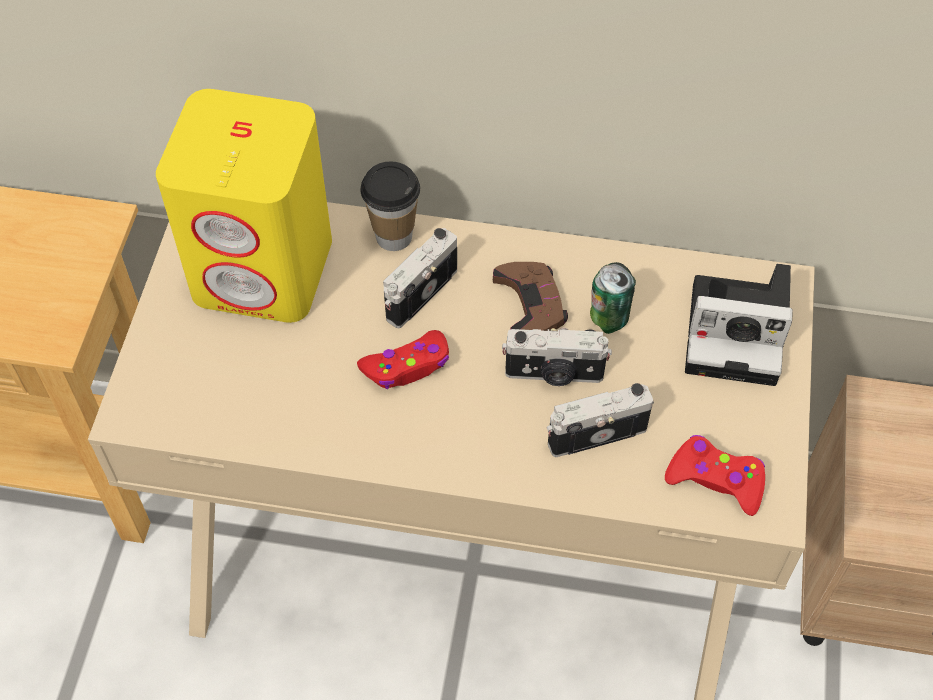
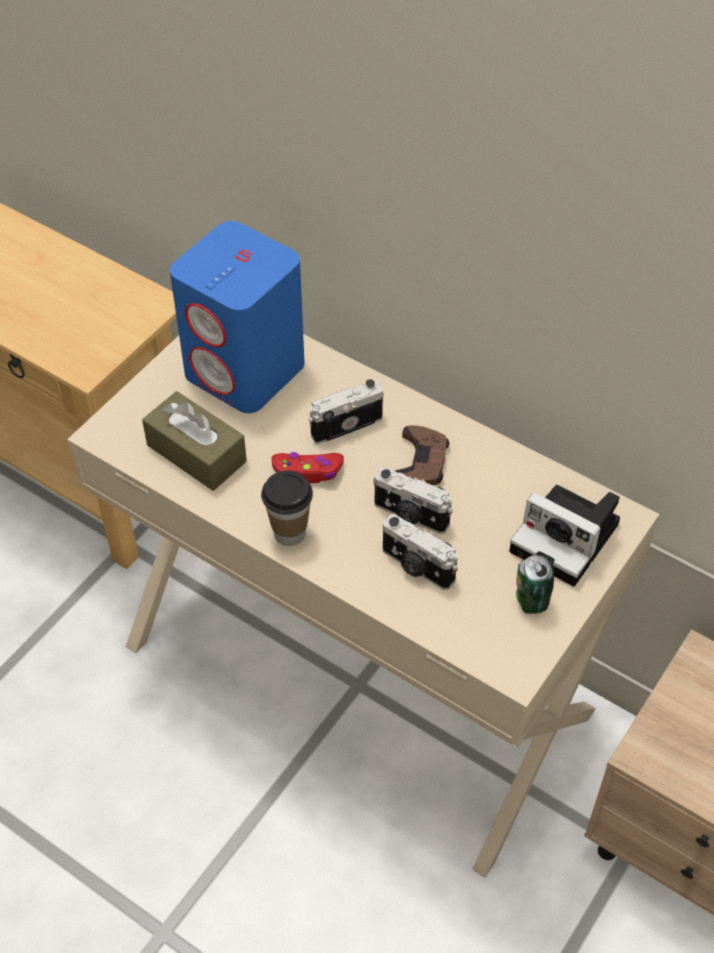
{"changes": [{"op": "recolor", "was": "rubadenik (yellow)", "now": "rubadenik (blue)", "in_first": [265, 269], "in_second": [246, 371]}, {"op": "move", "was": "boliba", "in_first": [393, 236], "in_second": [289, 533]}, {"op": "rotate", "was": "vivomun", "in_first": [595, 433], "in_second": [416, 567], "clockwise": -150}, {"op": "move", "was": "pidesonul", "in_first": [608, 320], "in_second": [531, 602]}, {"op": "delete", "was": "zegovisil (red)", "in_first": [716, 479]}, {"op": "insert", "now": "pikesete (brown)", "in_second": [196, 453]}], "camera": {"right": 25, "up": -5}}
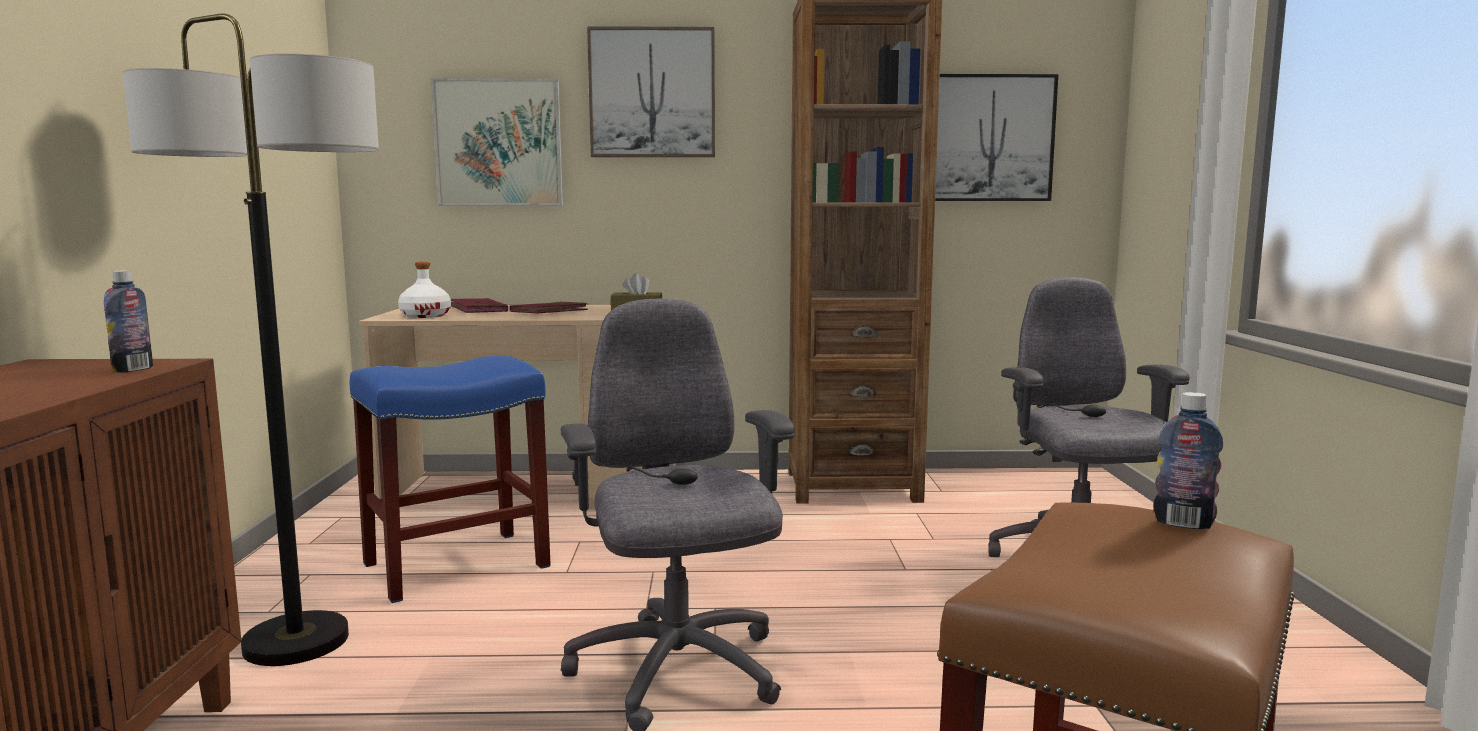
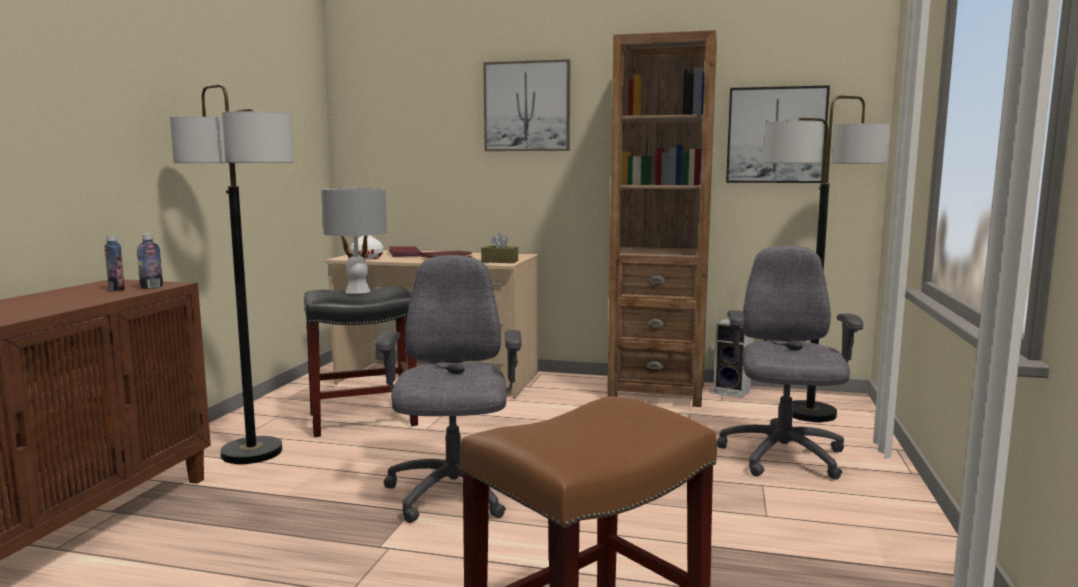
{"changes": [{"op": "recolor", "was": "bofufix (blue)", "now": "bofufix (black)", "in_first": [455, 566], "in_second": [362, 419]}, {"op": "delete", "was": "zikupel", "in_first": [498, 143]}, {"op": "move", "was": "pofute", "in_first": [1183, 523], "in_second": [116, 289]}, {"op": "insert", "now": "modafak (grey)", "in_second": [357, 291]}, {"op": "insert", "now": "rubadenik", "in_second": [733, 392]}, {"op": "insert", "now": "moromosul", "in_second": [809, 413]}], "camera": {"right": 15, "up": 0}}
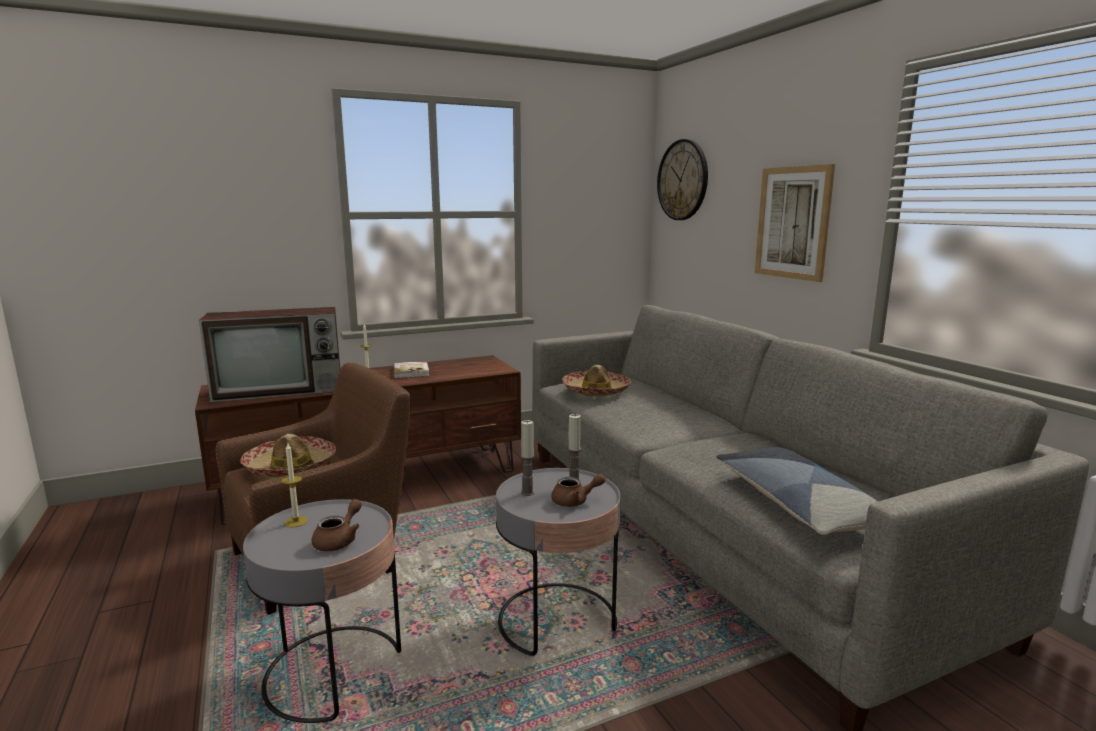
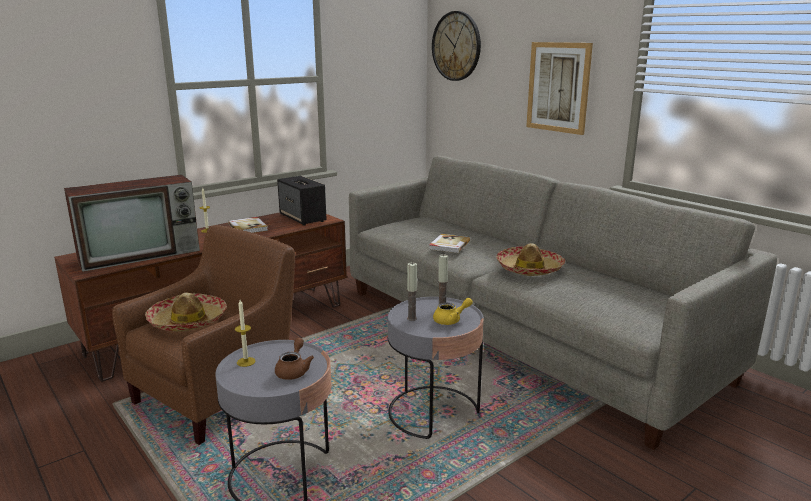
{"changes": [{"op": "recolor", "was": "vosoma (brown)", "now": "vosoma (yellow)", "in_first": [575, 501], "in_second": [451, 320]}, {"op": "move", "was": "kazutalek", "in_first": [596, 391], "in_second": [529, 269]}, {"op": "delete", "was": "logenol", "in_first": [798, 504]}, {"op": "insert", "now": "rubadenik", "in_second": [303, 218]}, {"op": "insert", "now": "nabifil", "in_second": [448, 245]}], "camera": {"right": -15, "up": 5}}
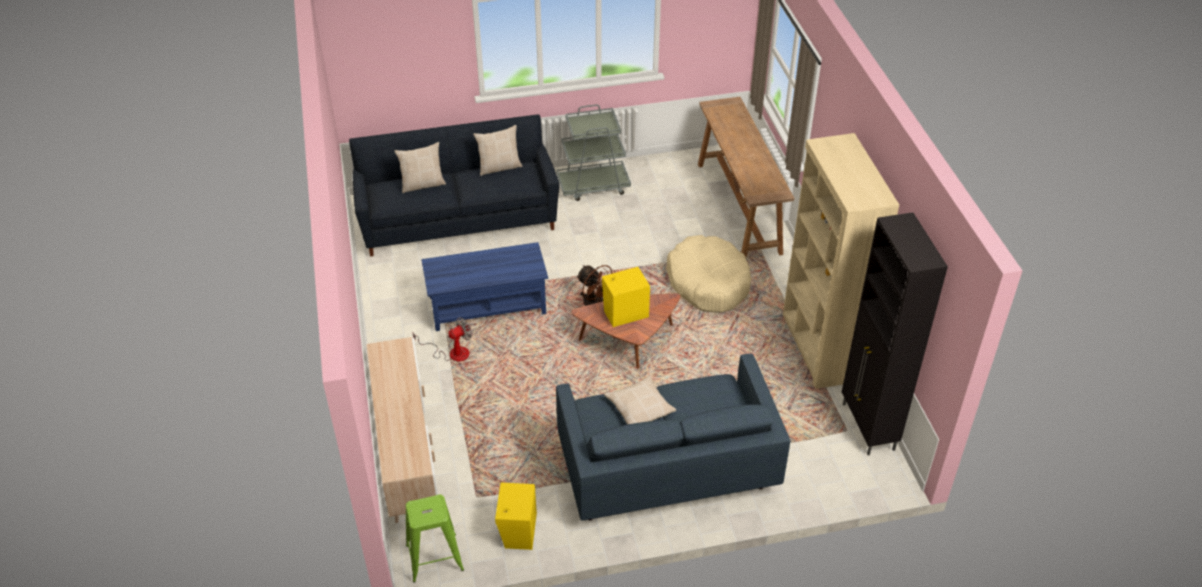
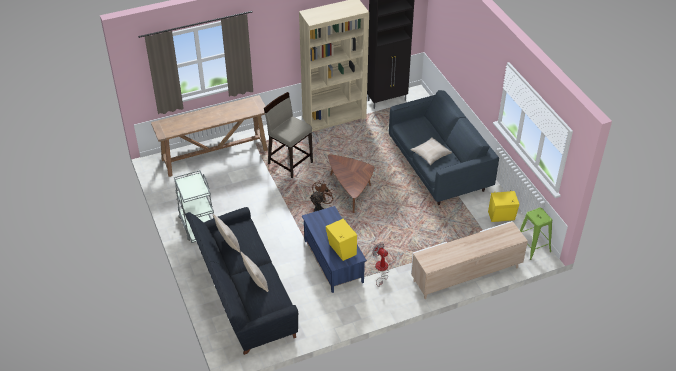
{"changes": [{"op": "move", "was": "rubadenik (yellow)", "in_first": [624, 313], "in_second": [341, 250]}, {"op": "replace", "was": "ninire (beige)", "now": "bofufix (beige)", "in_first": [708, 283], "in_second": [290, 162]}], "camera": {"right": -100, "up": 0}}
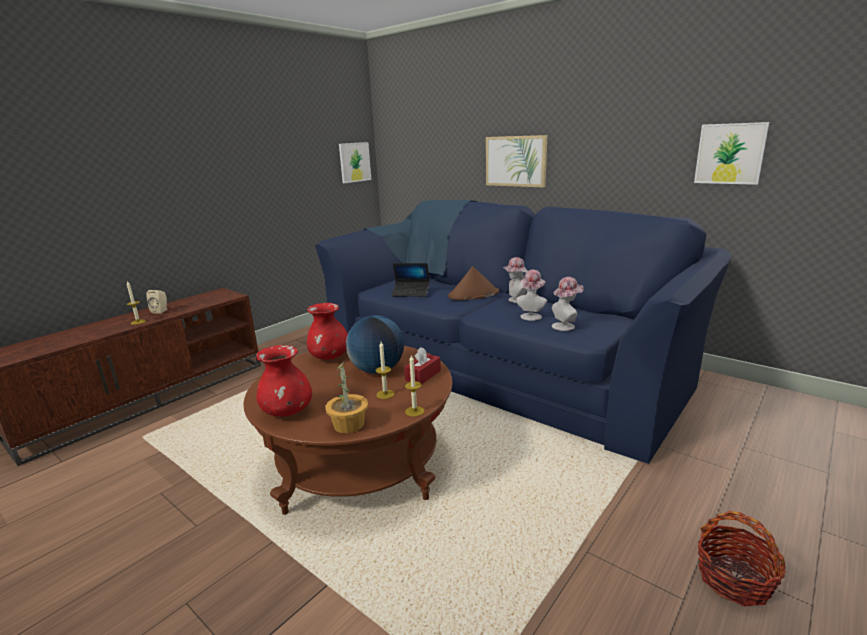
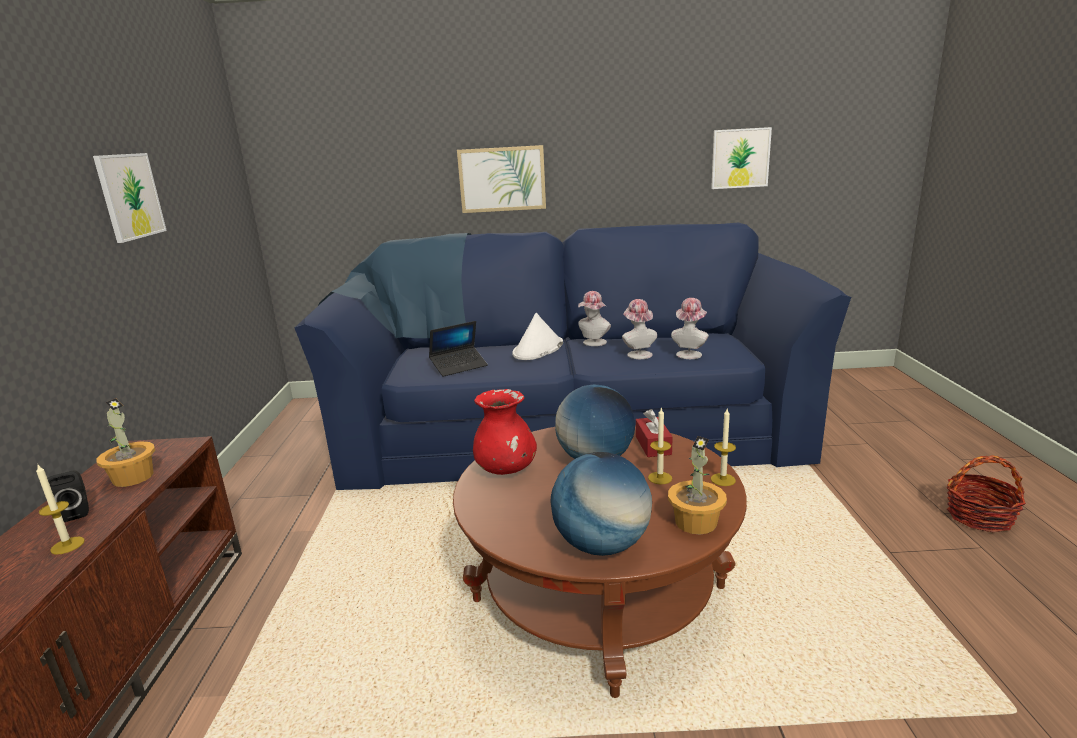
{"changes": [{"op": "recolor", "was": "rubadenik (beige)", "now": "rubadenik (black)", "in_first": [161, 311], "in_second": [76, 512]}, {"op": "replace", "was": "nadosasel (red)", "now": "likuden", "in_first": [287, 412], "in_second": [601, 545]}, {"op": "move", "was": "zikupel", "in_first": [354, 162], "in_second": [130, 196]}, {"op": "recolor", "was": "kazutalek (brown)", "now": "kazutalek (white)", "in_first": [473, 294], "in_second": [538, 349]}, {"op": "insert", "now": "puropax", "in_second": [133, 477]}], "camera": {"right": -40, "up": 0}}
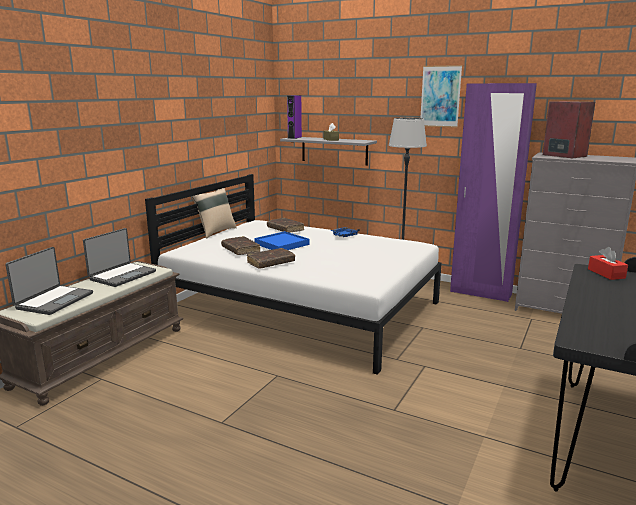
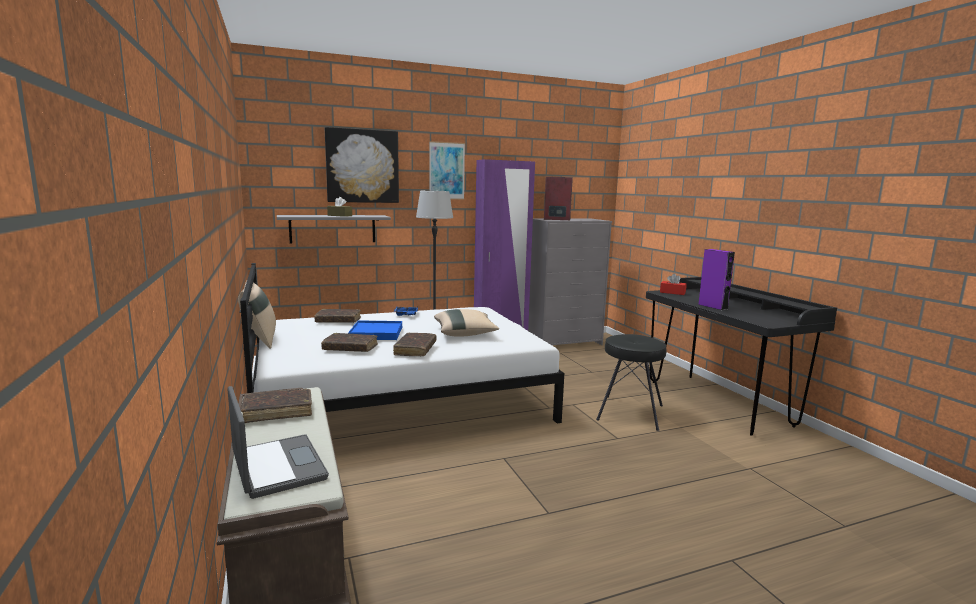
{"changes": [{"op": "replace", "was": "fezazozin", "now": "nabifil (brown)", "in_first": [122, 275], "in_second": [278, 412]}, {"op": "move", "was": "rubadenik (purple)", "in_first": [294, 137], "in_second": [712, 307]}, {"op": "insert", "now": "zikupel", "in_second": [362, 166]}, {"op": "insert", "now": "logenol (beige)", "in_second": [465, 334]}, {"op": "insert", "now": "bofufix (black)", "in_second": [629, 412]}], "camera": {"right": -50, "up": -5}}
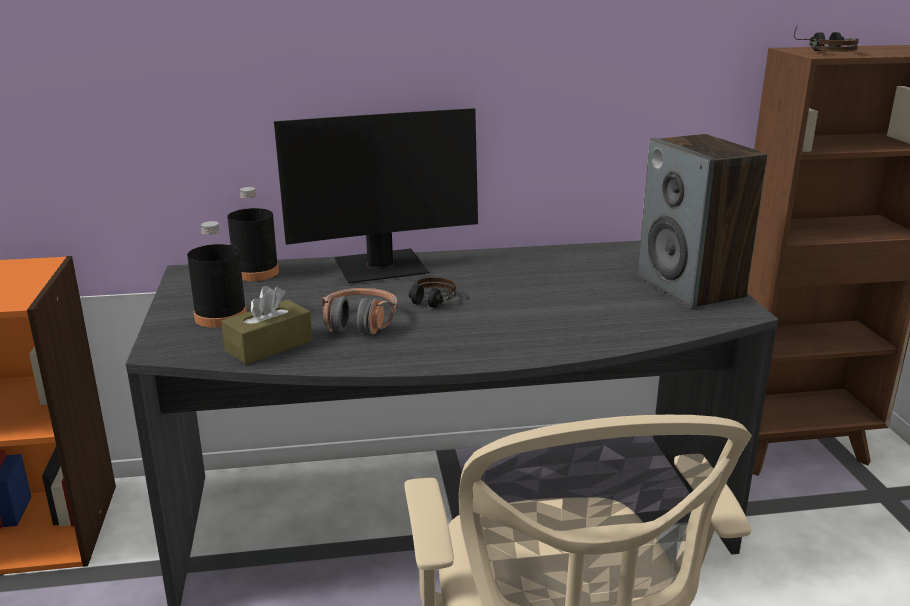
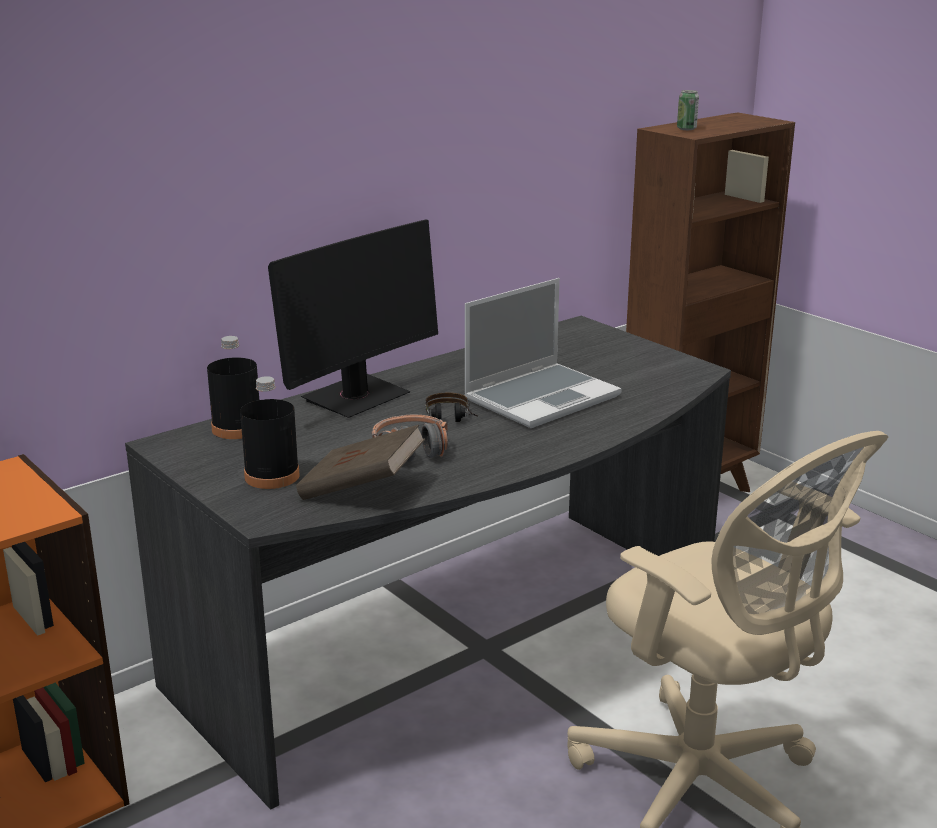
{"changes": [{"op": "replace", "was": "pikesete (brown)", "now": "nabifil (brown)", "in_first": [269, 346], "in_second": [362, 489]}, {"op": "delete", "was": "rubadenik", "in_first": [691, 287]}, {"op": "replace", "was": "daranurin", "now": "pidesonul", "in_first": [822, 51], "in_second": [686, 129]}, {"op": "insert", "now": "fezazozin", "in_second": [542, 397]}], "camera": {"right": -30, "up": 0}}
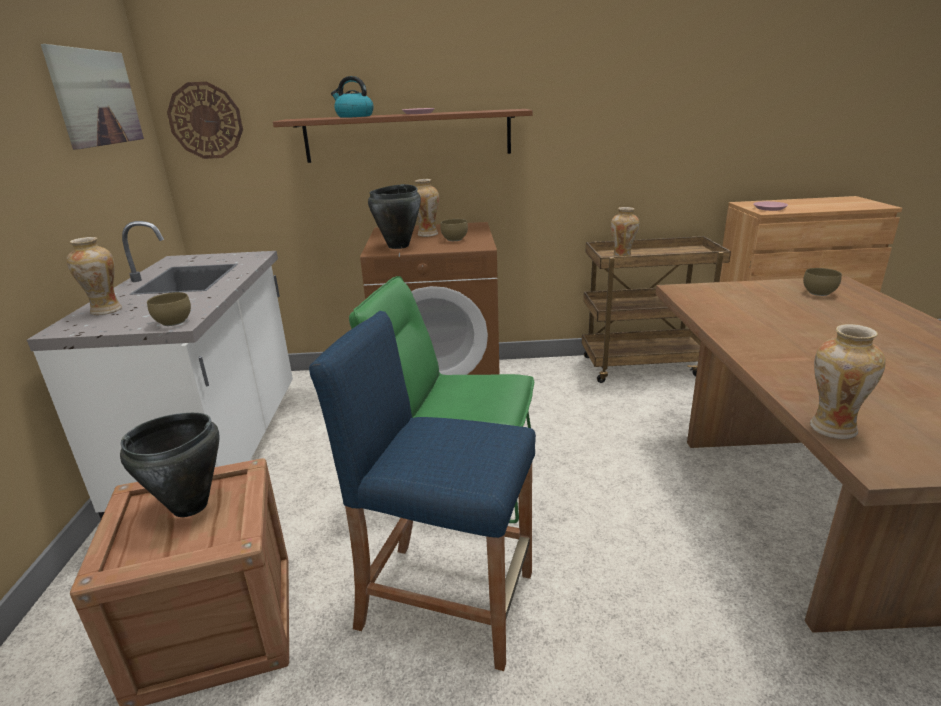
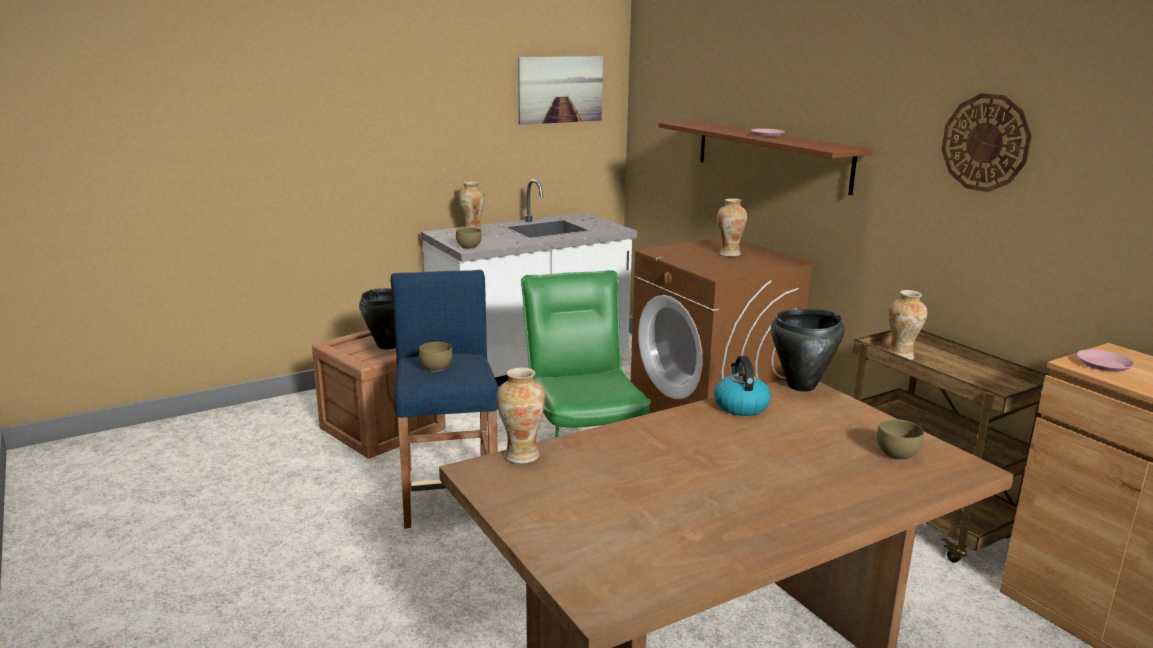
{"changes": [{"op": "move", "was": "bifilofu", "in_first": [206, 121], "in_second": [985, 142]}, {"op": "move", "was": "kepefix", "in_first": [354, 116], "in_second": [740, 406]}, {"op": "move", "was": "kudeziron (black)", "in_first": [399, 246], "in_second": [802, 386]}, {"op": "move", "was": "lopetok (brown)", "in_first": [454, 240], "in_second": [435, 368]}], "camera": {"right": 60, "up": -5}}
